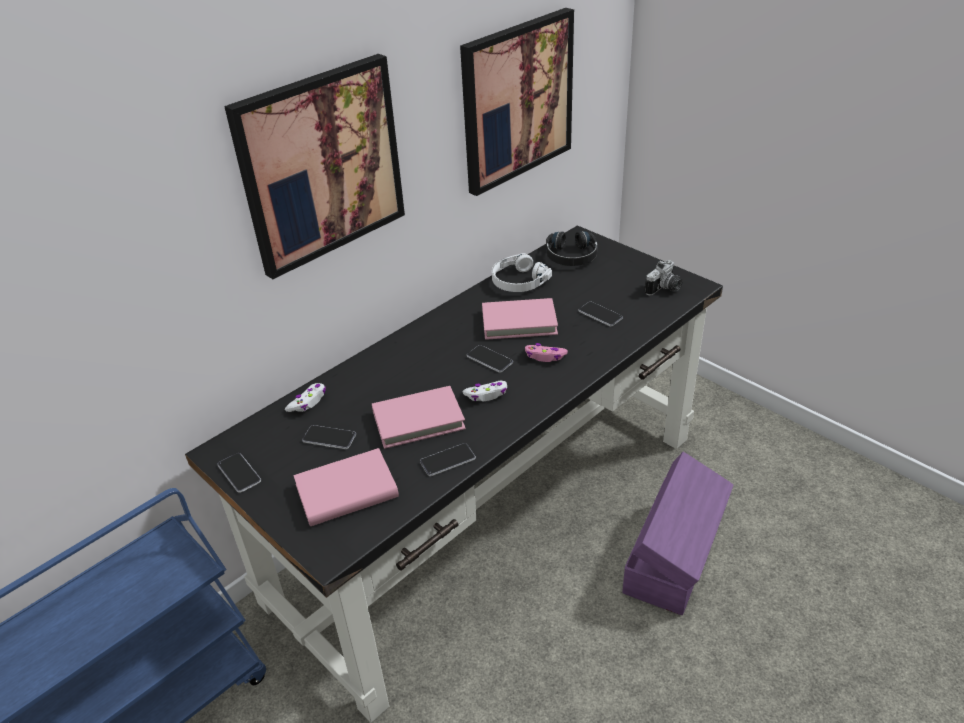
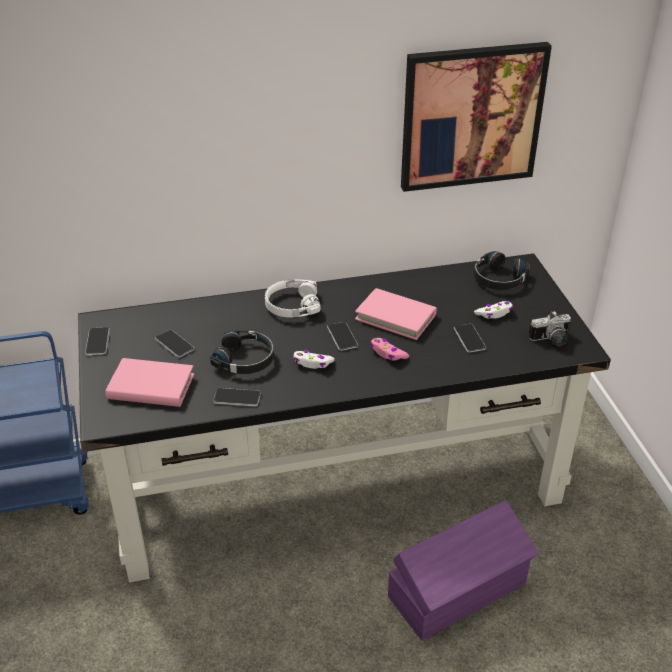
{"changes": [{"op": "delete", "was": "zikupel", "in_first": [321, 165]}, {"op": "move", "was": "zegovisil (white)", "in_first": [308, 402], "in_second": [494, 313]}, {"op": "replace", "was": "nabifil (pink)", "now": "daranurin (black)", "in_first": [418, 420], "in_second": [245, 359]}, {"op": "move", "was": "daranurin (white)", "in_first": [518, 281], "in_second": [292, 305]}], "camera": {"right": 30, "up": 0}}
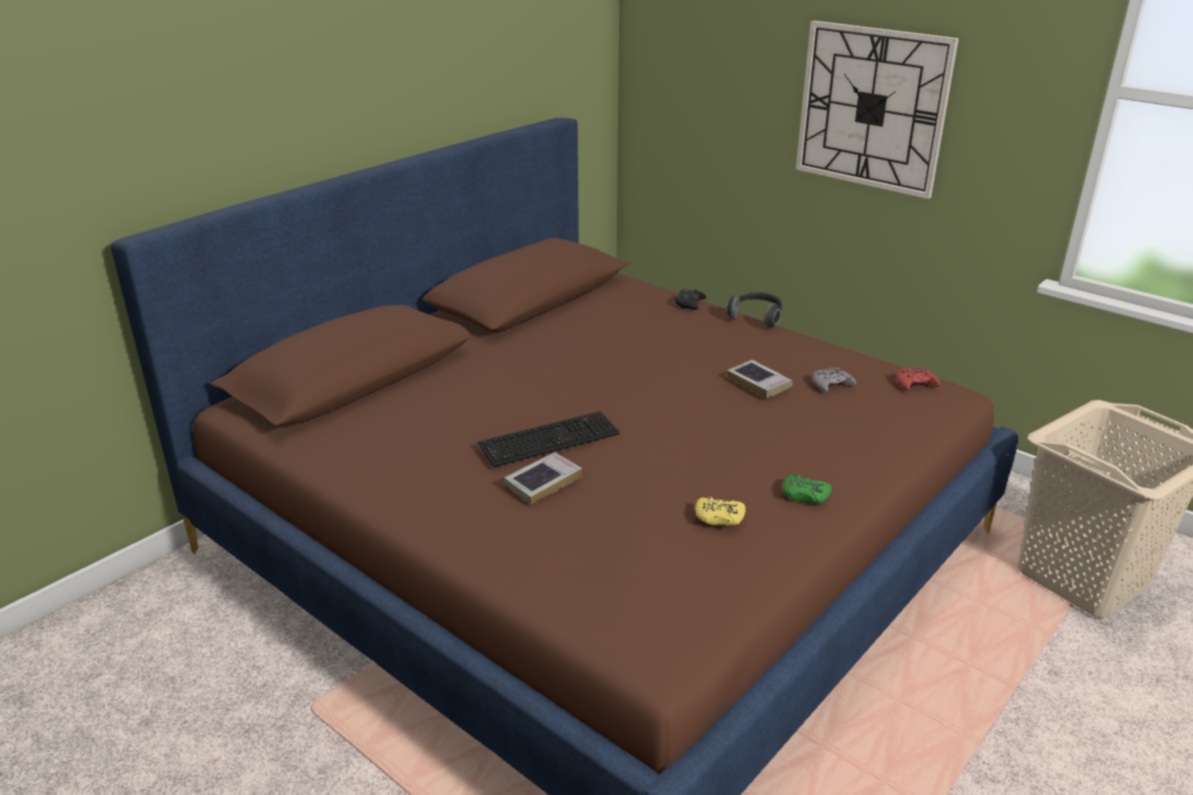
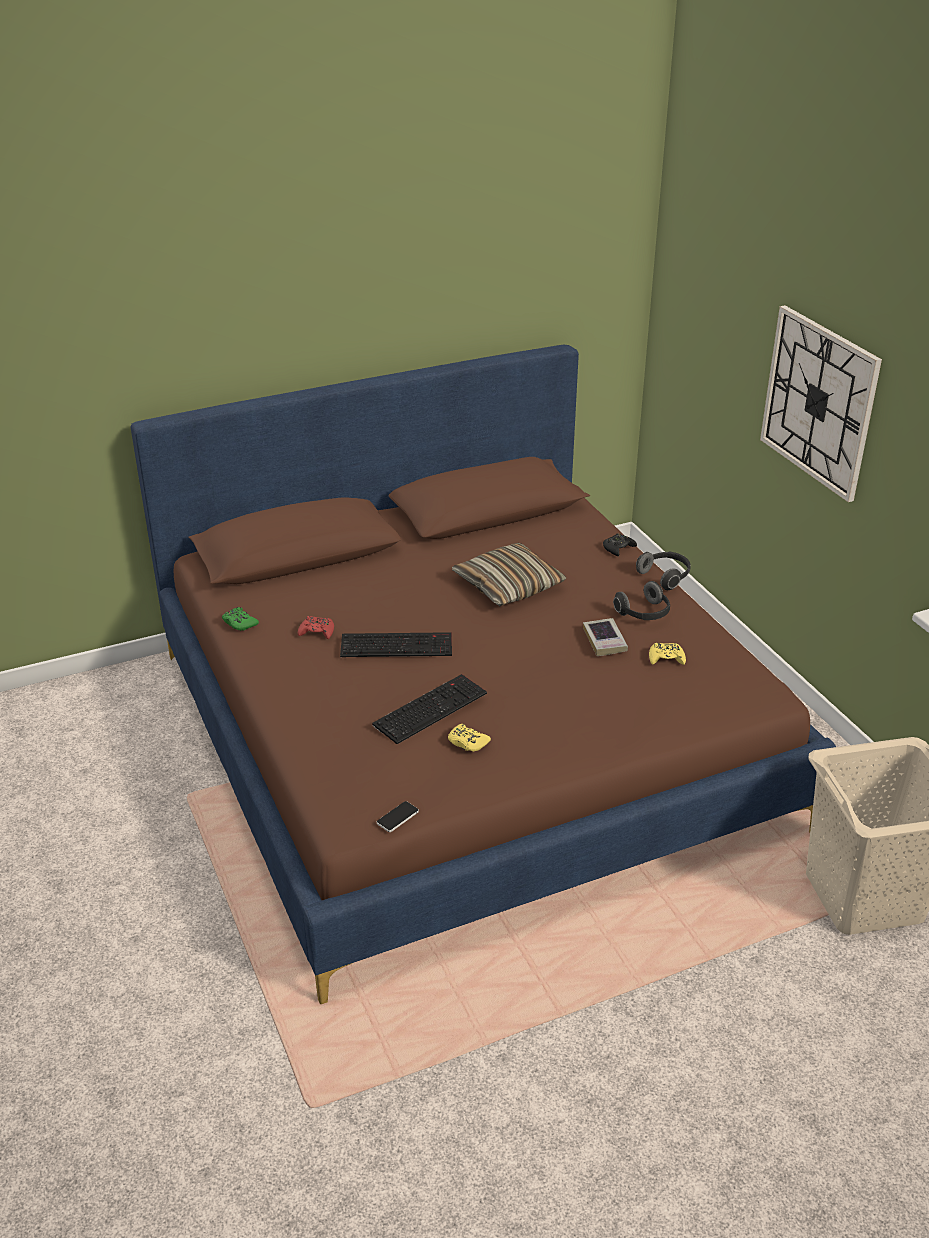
{"changes": [{"op": "delete", "was": "nabifil", "in_first": [543, 482]}, {"op": "move", "was": "zegovisil (green)", "in_first": [805, 495], "in_second": [239, 623]}, {"op": "recolor", "was": "zegovisil (grey)", "now": "zegovisil (yellow)", "in_first": [831, 384], "in_second": [666, 658]}, {"op": "move", "was": "zegovisil (red)", "in_first": [915, 384], "in_second": [317, 632]}, {"op": "insert", "now": "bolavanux", "in_second": [430, 708]}, {"op": "insert", "now": "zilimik", "in_second": [397, 817]}, {"op": "insert", "now": "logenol", "in_second": [508, 586]}, {"op": "insert", "now": "daranurin", "in_second": [644, 614]}], "camera": {"right": 25, "up": 5}}
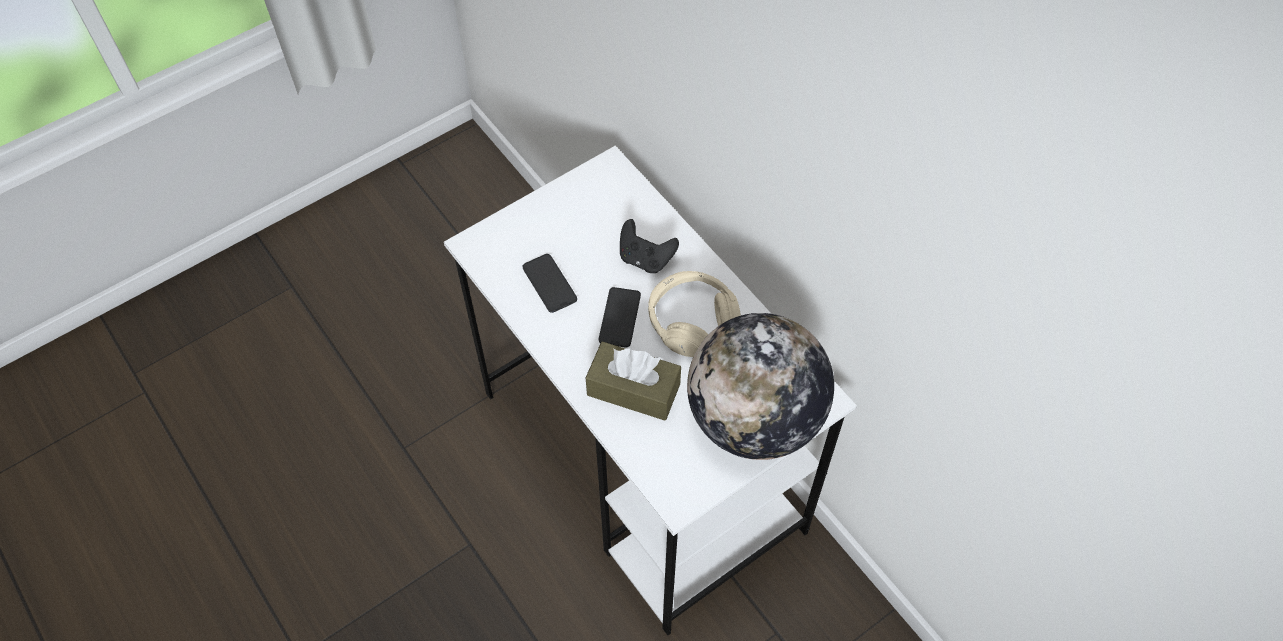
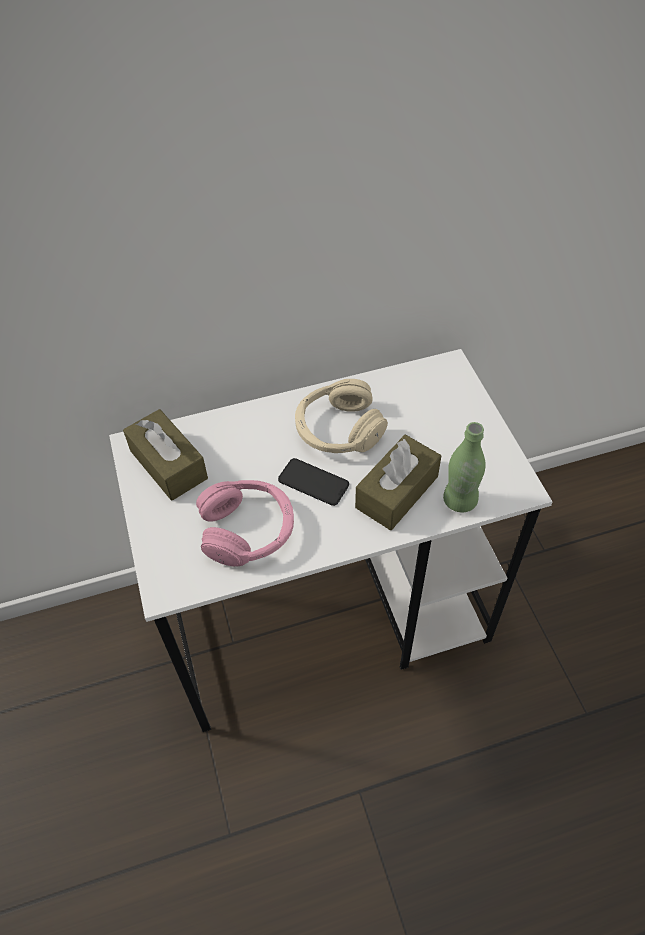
{"changes": [{"op": "replace", "was": "zilimik", "now": "daranurin (pink)", "in_first": [549, 283], "in_second": [248, 530]}, {"op": "delete", "was": "zegovisil (black)", "in_first": [645, 259]}, {"op": "delete", "was": "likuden", "in_first": [754, 419]}, {"op": "insert", "now": "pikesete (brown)", "in_second": [168, 464]}, {"op": "insert", "now": "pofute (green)", "in_second": [459, 500]}], "camera": {"right": -70, "up": -5}}
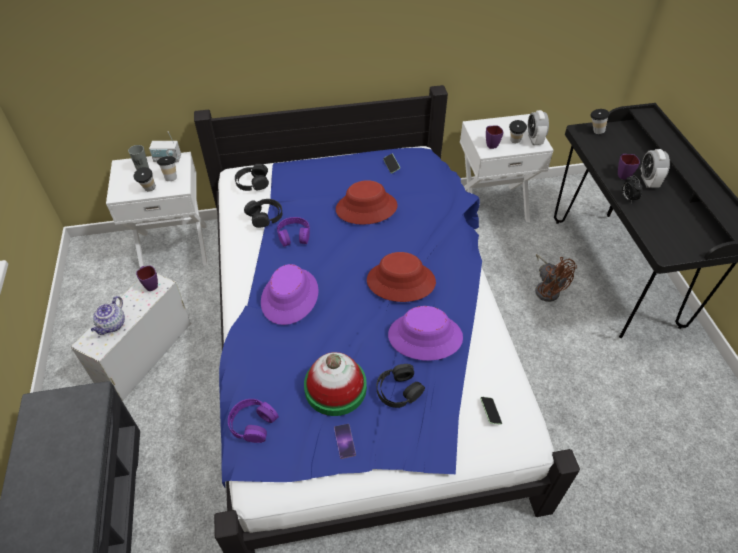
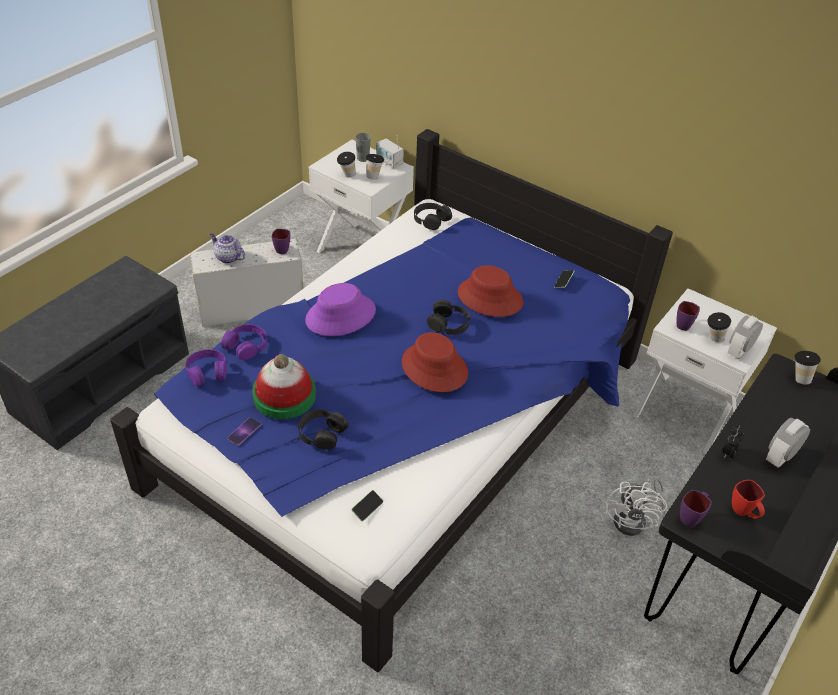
{"changes": [{"op": "rotate", "was": "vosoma", "in_first": [112, 325], "in_second": [228, 257], "clockwise": 60}, {"op": "move", "was": "daranurin (black)", "in_first": [265, 216], "in_second": [449, 323]}, {"op": "move", "was": "daranurin (purple)", "in_first": [294, 235], "in_second": [246, 346]}, {"op": "delete", "was": "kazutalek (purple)", "in_first": [425, 337]}, {"op": "recolor", "was": "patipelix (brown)", "now": "patipelix (white)", "in_first": [547, 288], "in_second": [635, 520]}, {"op": "move", "was": "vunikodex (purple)", "in_first": [622, 174], "in_second": [691, 517]}, {"op": "insert", "now": "vunikodex (red)", "in_second": [744, 513]}], "camera": {"right": 45, "up": -5}}
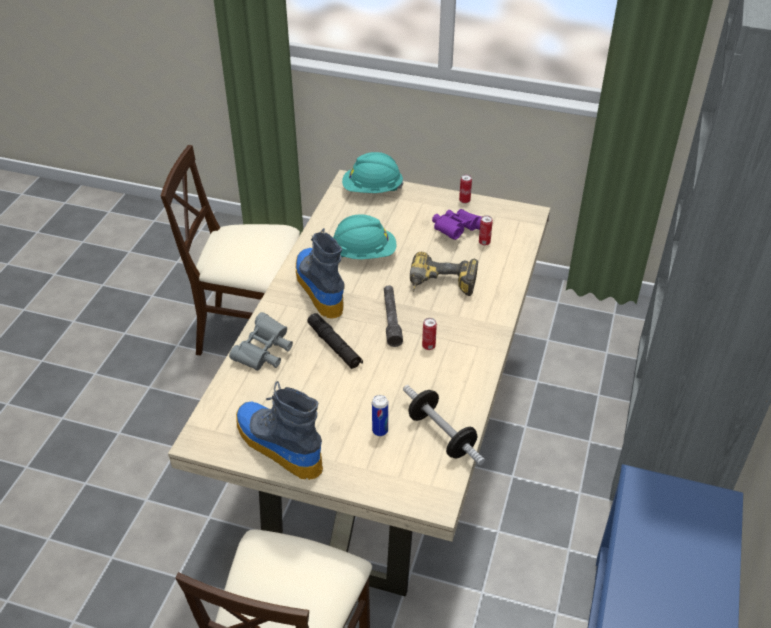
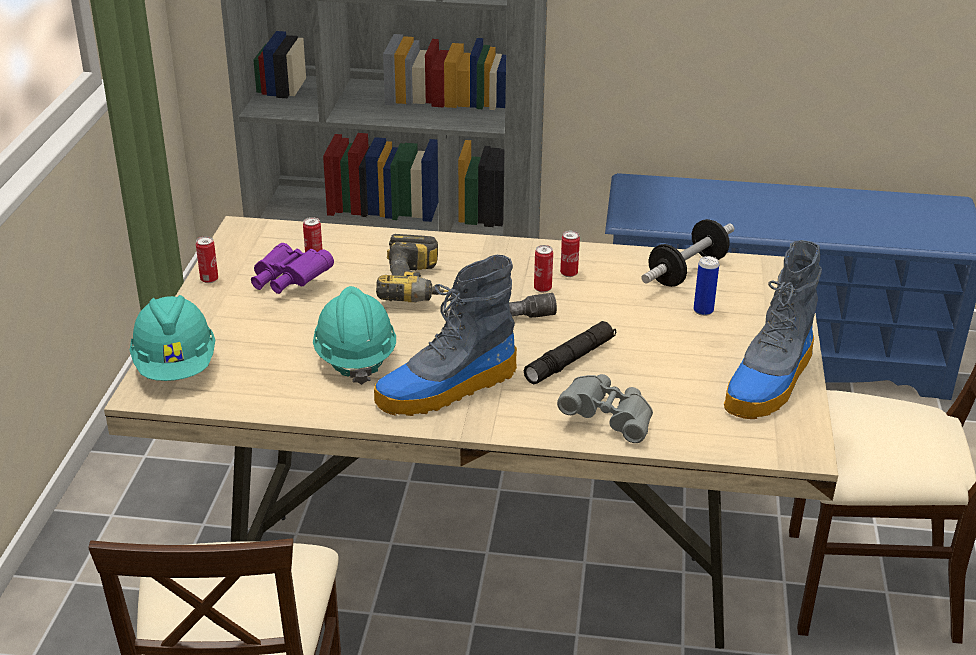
{"changes": [{"op": "insert", "now": "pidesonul", "in_second": [569, 273]}], "camera": {"right": -100, "up": -10}}
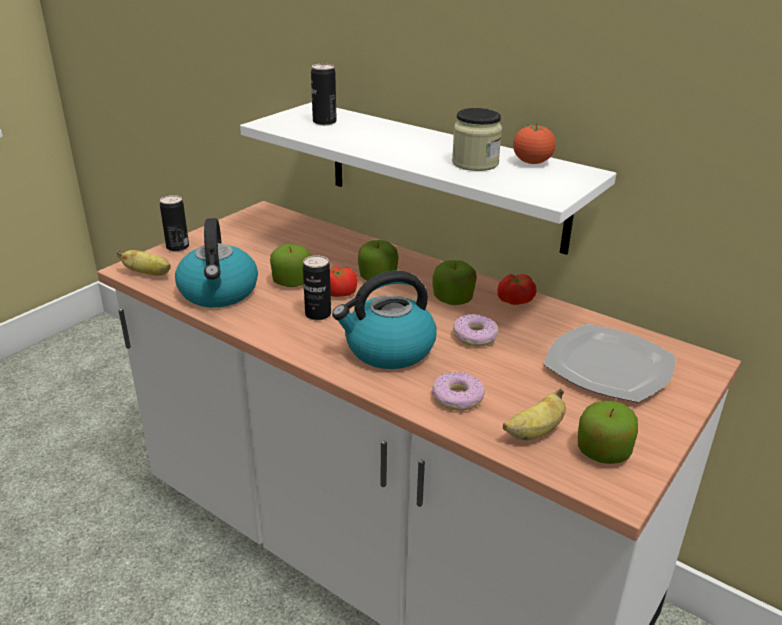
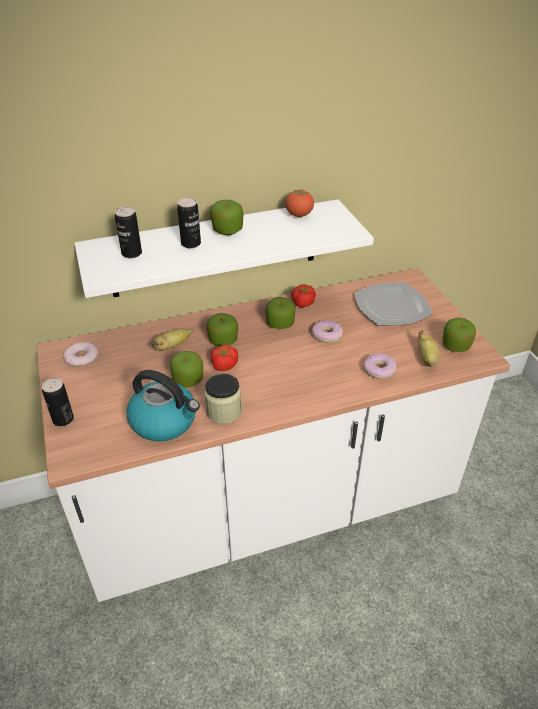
{"changes": [{"op": "move", "was": "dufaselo", "in_first": [149, 274], "in_second": [172, 346]}, {"op": "move", "was": "pidesonul", "in_first": [318, 314], "in_second": [191, 244]}, {"op": "delete", "was": "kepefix", "in_first": [388, 350]}, {"op": "move", "was": "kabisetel", "in_first": [475, 163], "in_second": [224, 411]}, {"op": "insert", "now": "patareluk", "in_second": [81, 357]}, {"op": "insert", "now": "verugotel", "in_second": [227, 230]}], "camera": {"right": -55, "up": 10}}
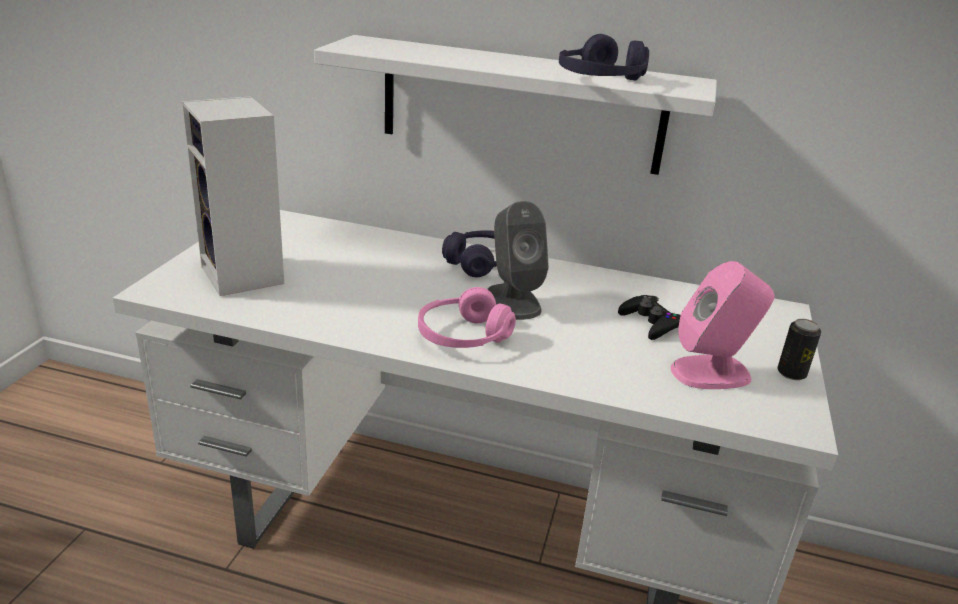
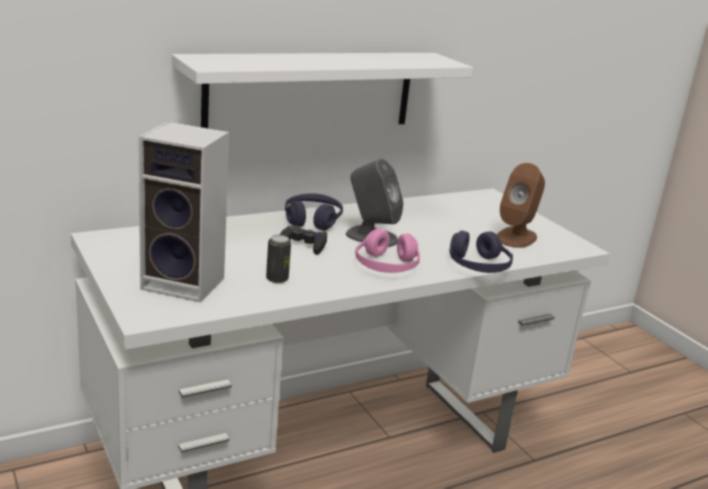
{"changes": [{"op": "move", "was": "daranurin (purple)", "in_first": [601, 79], "in_second": [478, 266]}, {"op": "move", "was": "zegovisil (black)", "in_first": [650, 323], "in_second": [303, 244]}, {"op": "recolor", "was": "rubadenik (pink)", "now": "rubadenik (brown)", "in_first": [711, 372], "in_second": [516, 237]}, {"op": "move", "was": "pidesonul", "in_first": [791, 373], "in_second": [277, 279]}], "camera": {"right": -45, "up": -5}}
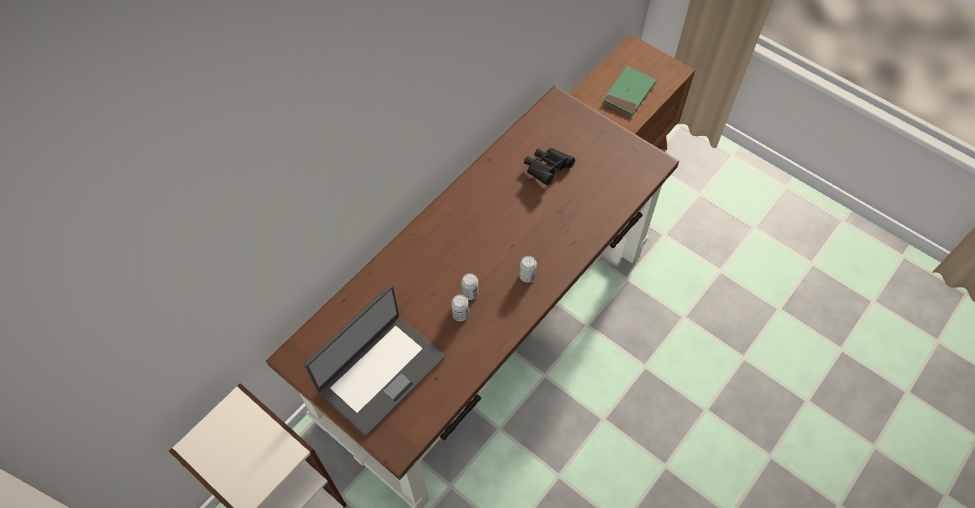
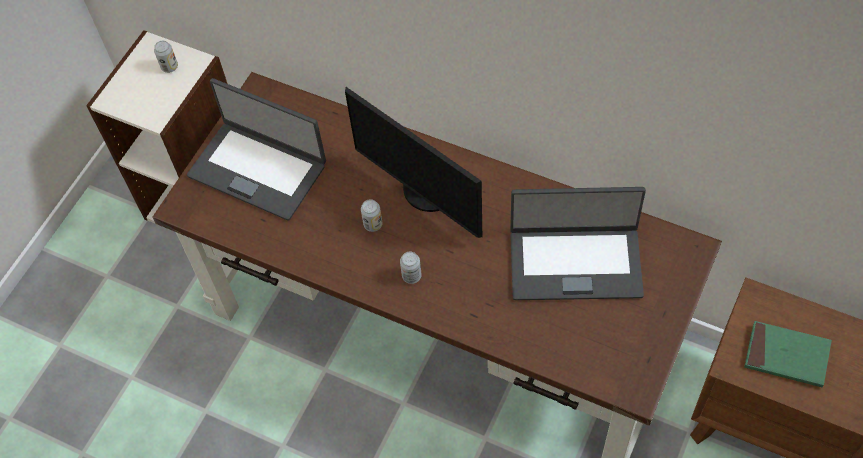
{"changes": [{"op": "move", "was": "pidesonul", "in_first": [460, 314], "in_second": [169, 67]}, {"op": "replace", "was": "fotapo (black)", "now": "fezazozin", "in_first": [546, 169], "in_second": [575, 262]}, {"op": "insert", "now": "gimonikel", "in_second": [427, 192]}], "camera": {"right": 80, "up": 0}}
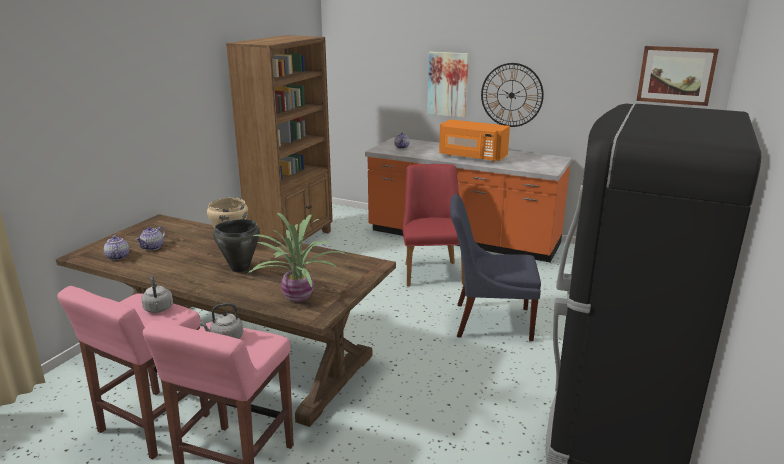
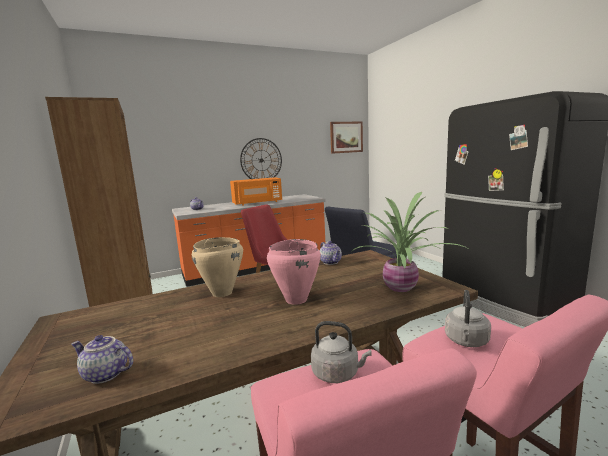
{"changes": [{"op": "move", "was": "vosoma", "in_first": [153, 247], "in_second": [331, 262]}, {"op": "recolor", "was": "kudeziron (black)", "now": "kudeziron (pink)", "in_first": [239, 268], "in_second": [296, 300]}, {"op": "delete", "was": "zikupel", "in_first": [448, 84]}], "camera": {"right": -50, "up": -10}}
